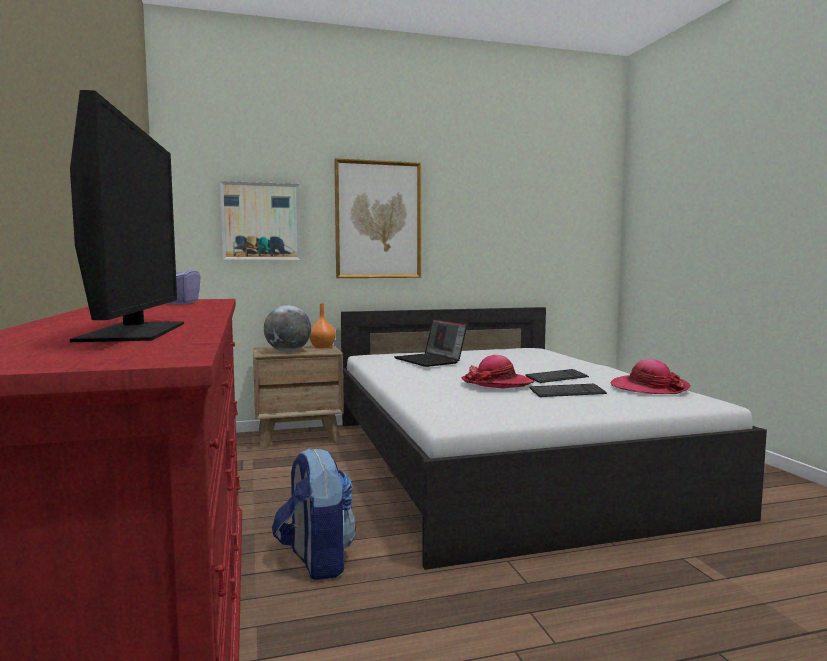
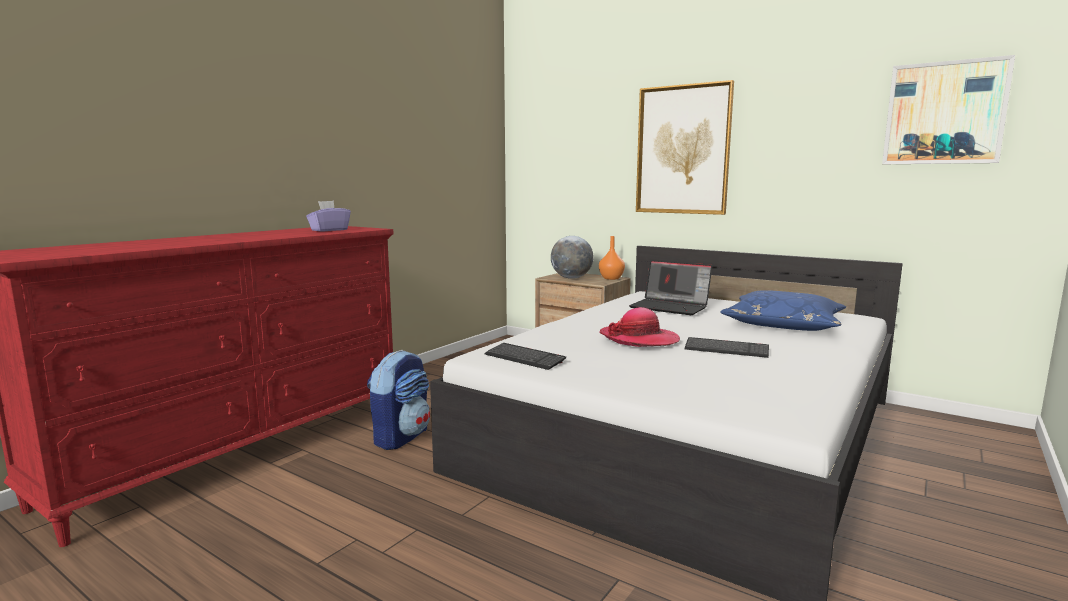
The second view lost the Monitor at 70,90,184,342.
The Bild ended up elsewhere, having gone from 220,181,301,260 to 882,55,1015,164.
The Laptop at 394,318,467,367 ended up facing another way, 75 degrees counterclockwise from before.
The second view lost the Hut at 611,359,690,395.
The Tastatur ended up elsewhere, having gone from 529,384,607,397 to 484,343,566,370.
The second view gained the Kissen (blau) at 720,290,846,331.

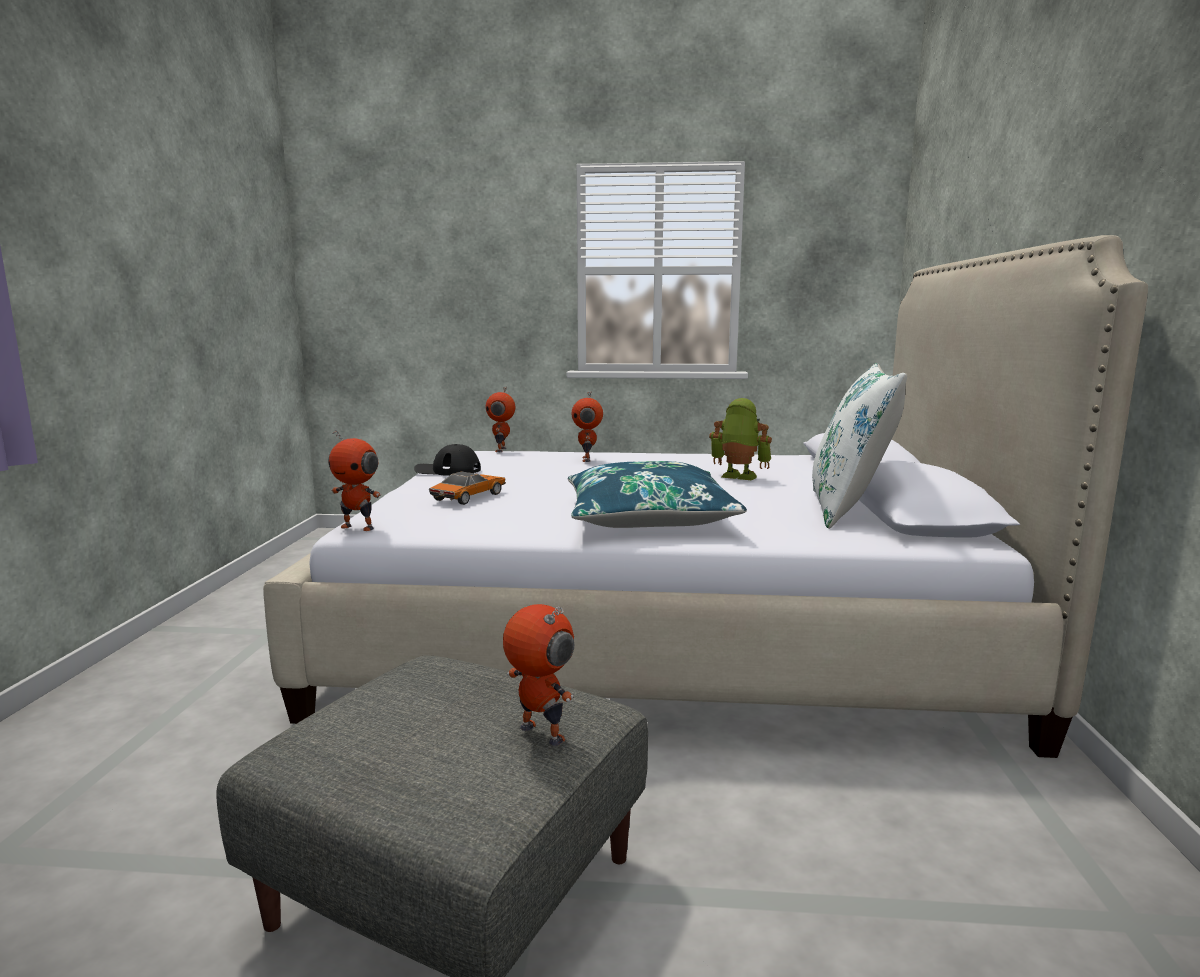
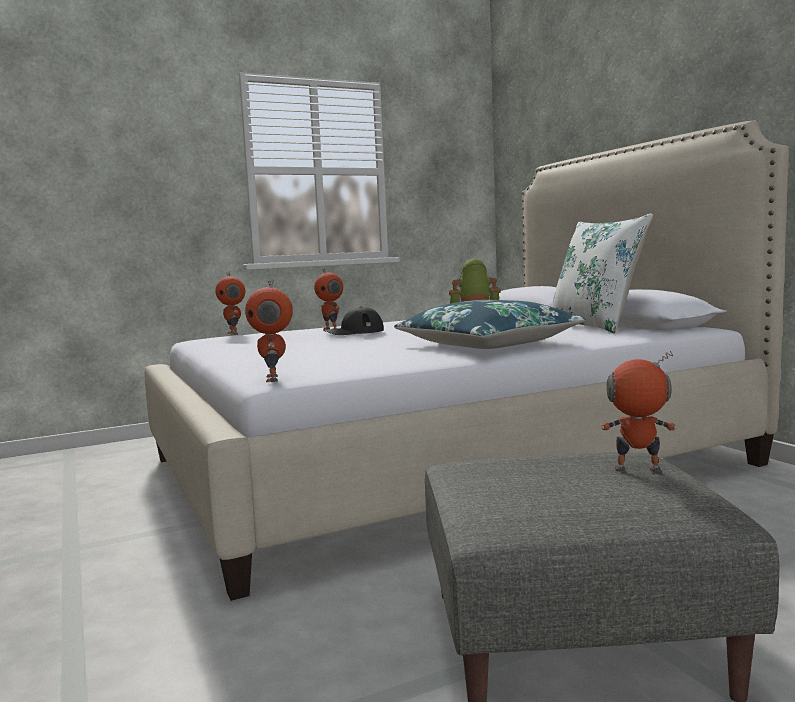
The Spielzeugroboter at 328,430,381,531 ended up facing another way, 90 degrees clockwise from before.
The Kappe (schwarz) ended up elsewhere, having gone from 414,444,481,476 to 324,307,384,335.
The second view lost the Spielzeugauto at 429,472,506,505.

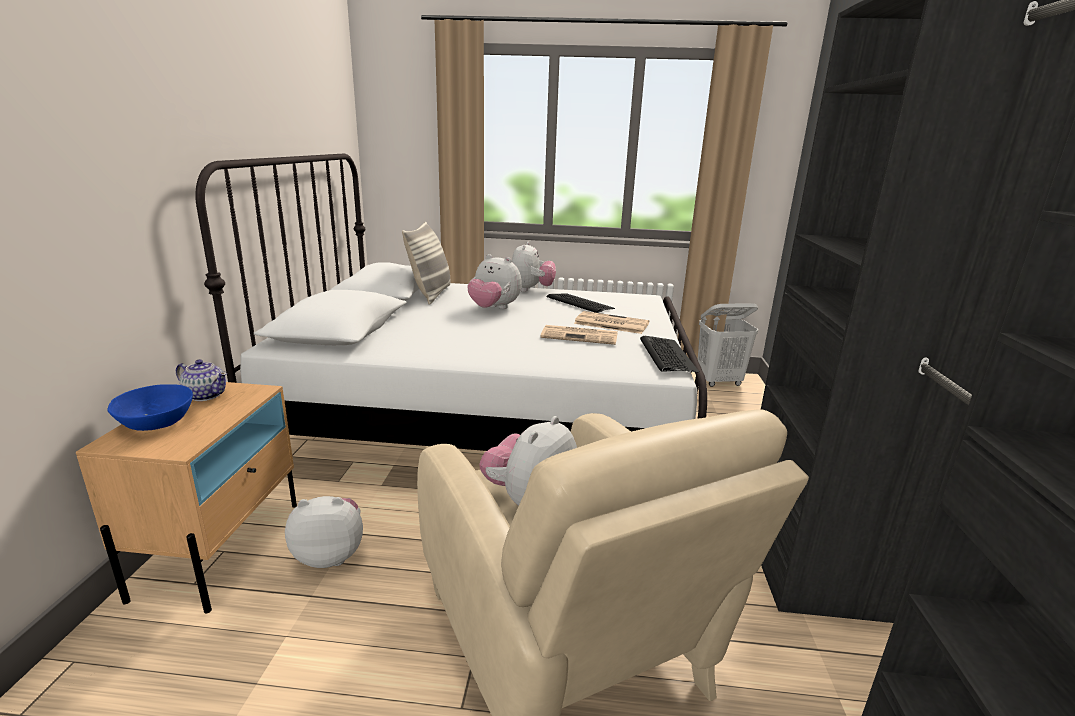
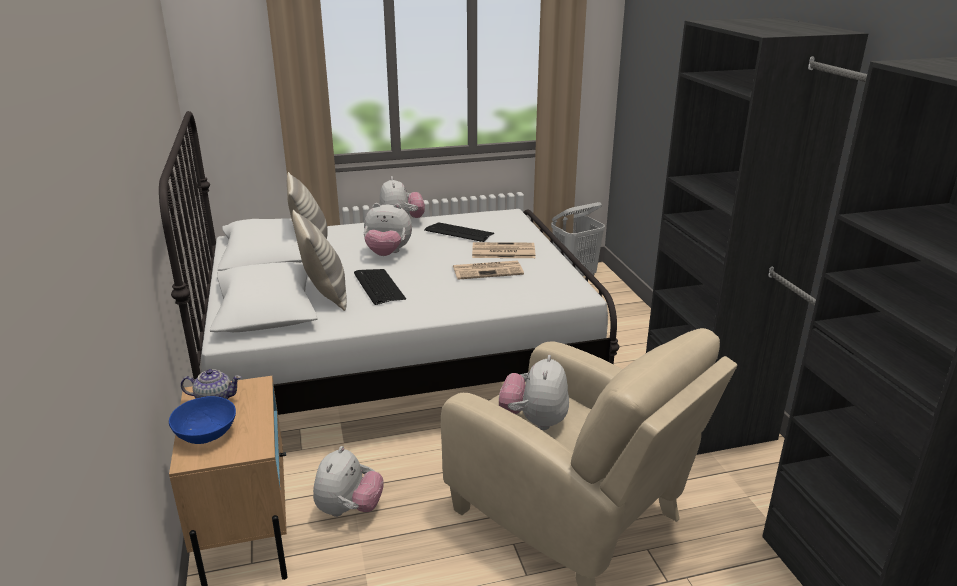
The Tastatur ended up elsewhere, having gone from 640,336,699,373 to 354,269,406,305.
The Plüschtier at 285,496,363,568 ended up facing another way, 135 degrees clockwise from before.
The second view gained the Kissen at 292,210,347,311.

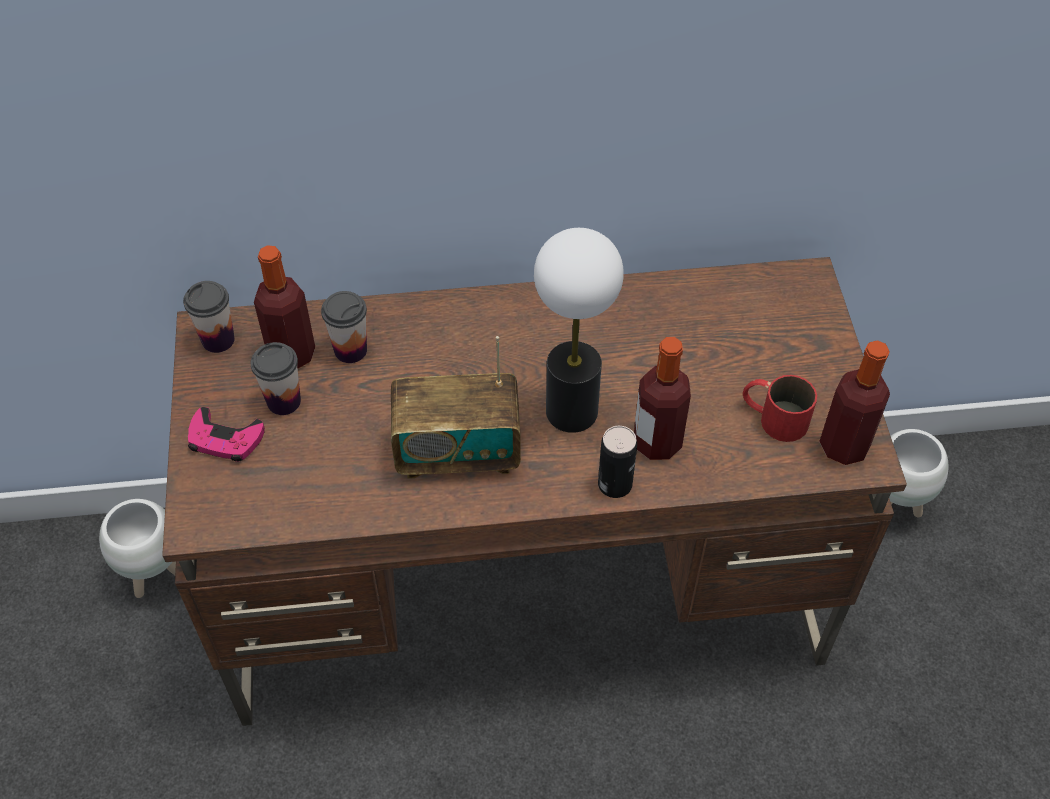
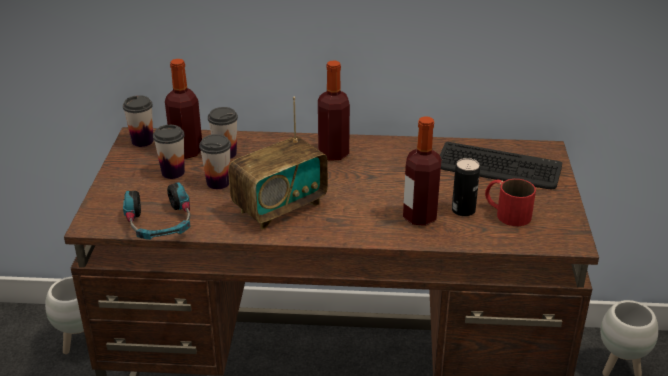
The second view lost the Tischlampe at 534,228,624,433.
The Radio at 391,336,521,479 ended up facing another way, 45 degrees counterclockwise from before.
The Flasche ended up elsewhere, having gone from 819,340,890,465 to 318,60,350,161.
The second view lost the Gamepad (rosa) at 188,407,265,462.
The Dose ended up elsewhere, having gone from 598,426,637,498 to 452,158,480,217.
The second view gained the Tasse at 199,134,231,189.
The second view gained the Tastatur at 440,142,562,189.
The second view gained the Kopfhörer at 123,182,190,240.

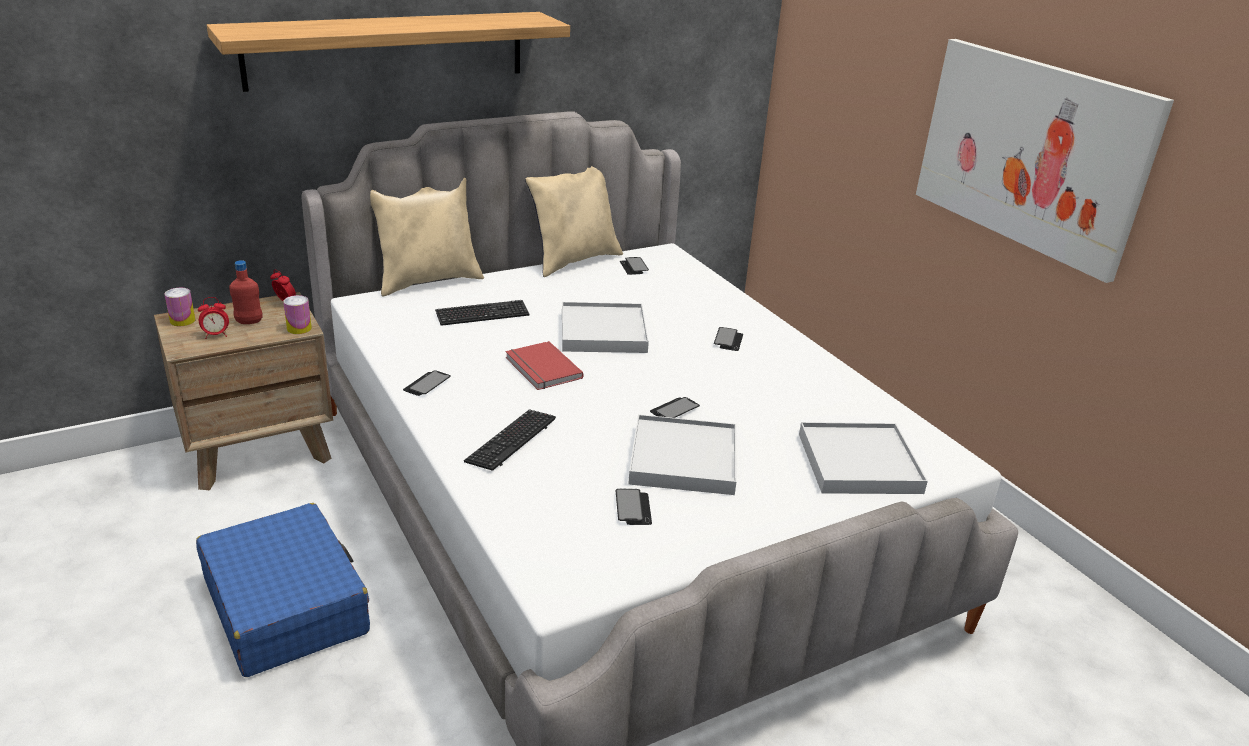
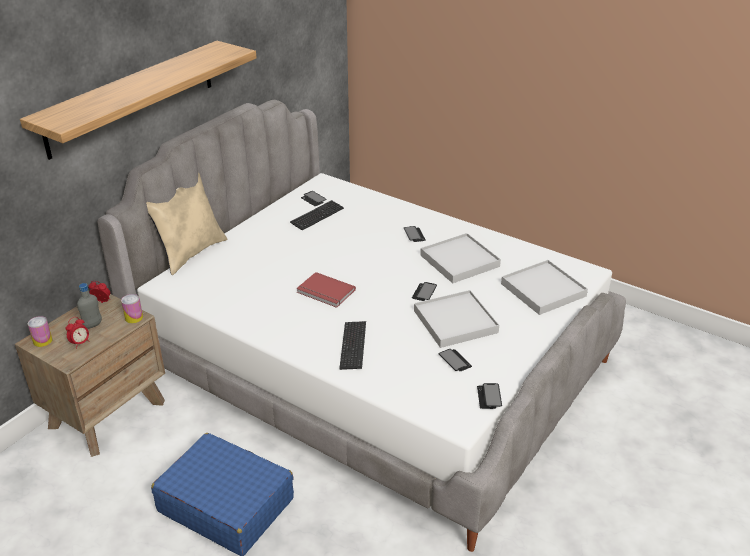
The second view lost the Bild at 916,39,1174,283.
The second view lost the Kissen (beige) at 525,166,623,277.
What was the Flasche (rot) at 229,260,263,324 turned into the Flasche (grau) at 77,283,102,329.
The Tastatur ended up elsewhere, having gone from 435,300,529,326 to 290,200,344,230.
The Tablett (weiß) ended up elsewhere, having gone from 562,302,649,353 to 420,233,501,283.
The Handy ended up elsewhere, having gone from 403,370,451,396 to 477,383,502,409.

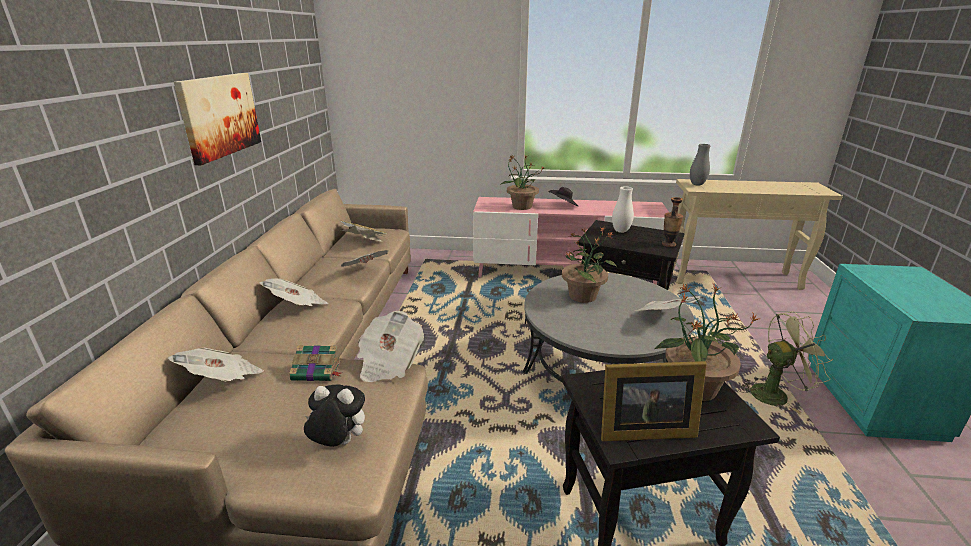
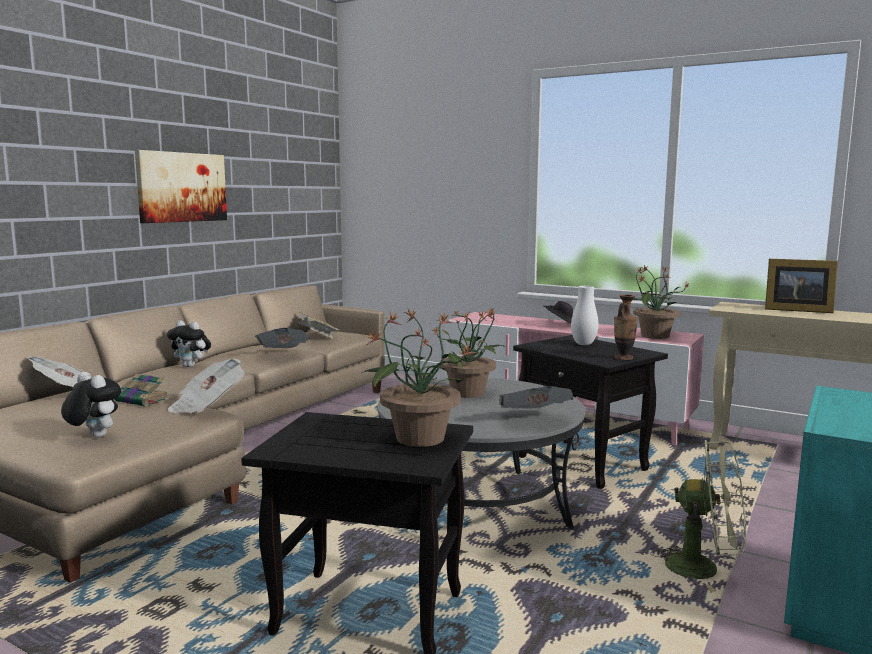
The second view lost the Vase (grau) at 690,144,711,186.
The Topfpflanze ended up elsewhere, having gone from 500,154,544,210 to 634,265,689,339.
Where the Zeitung stood at 259,278,329,306, the Plüschtier came to stand at 167,320,211,367.
The Bilderrahmen ended up elsewhere, having gone from 601,361,707,442 to 765,259,838,313.

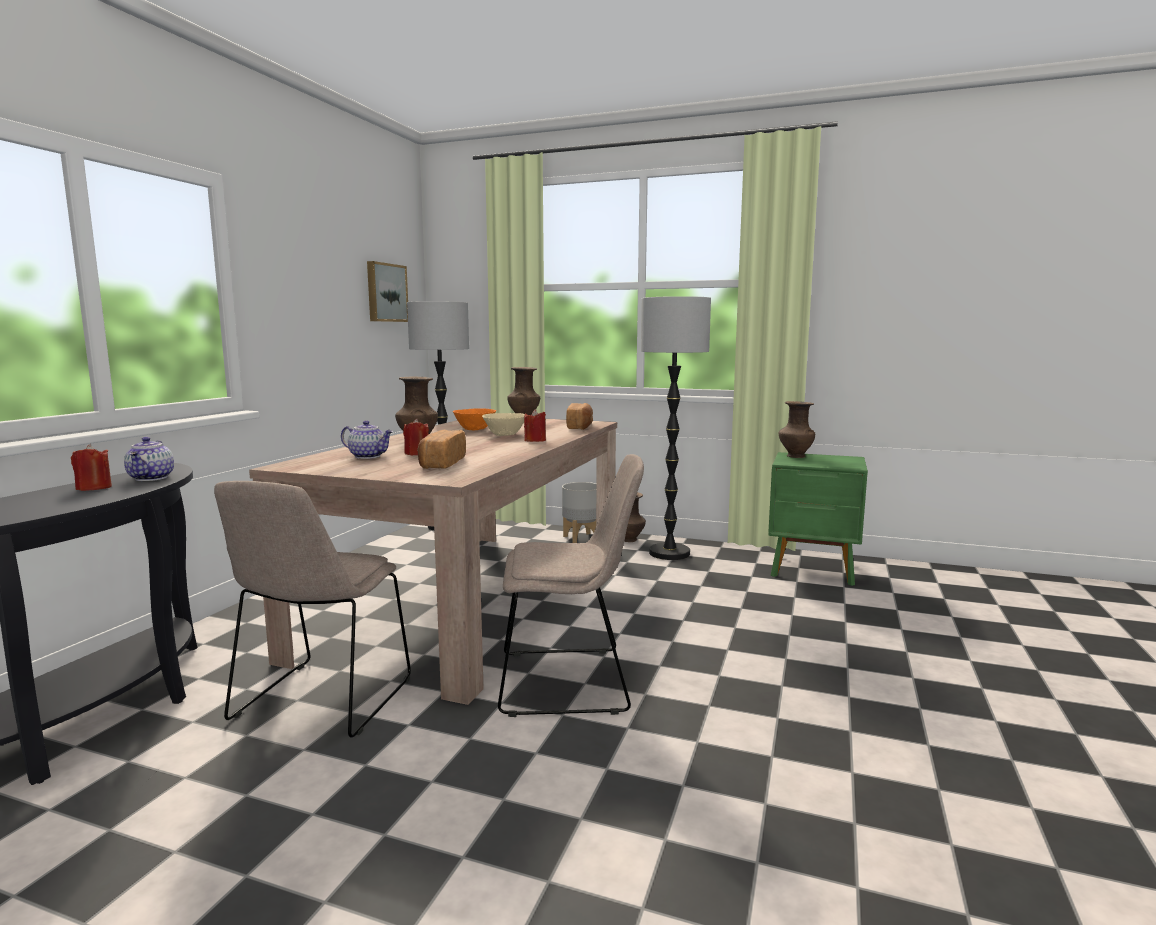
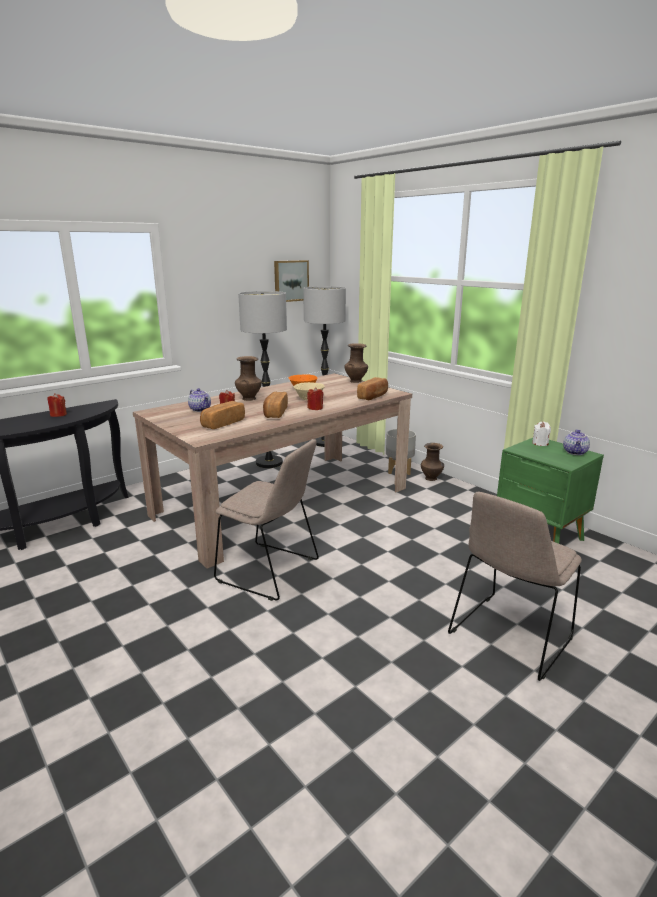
The Stehlampe ended up elsewhere, having gone from 641,296,711,560 to 238,291,287,468.
Where the Vase (braun) stood at 779,401,815,458, the Kerze (weiß) came to stand at 532,422,551,446.
The Teekanne ended up elsewhere, having gone from 124,437,174,481 to 563,429,590,455.
The Stuhl (beige) ended up elsewhere, having gone from 214,481,411,738 to 448,492,582,681.
The second view gained the Brot at 263,392,288,418.

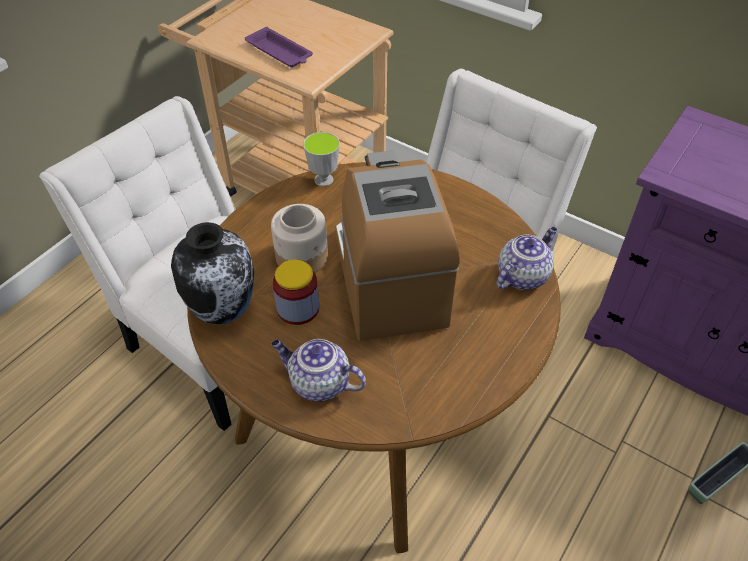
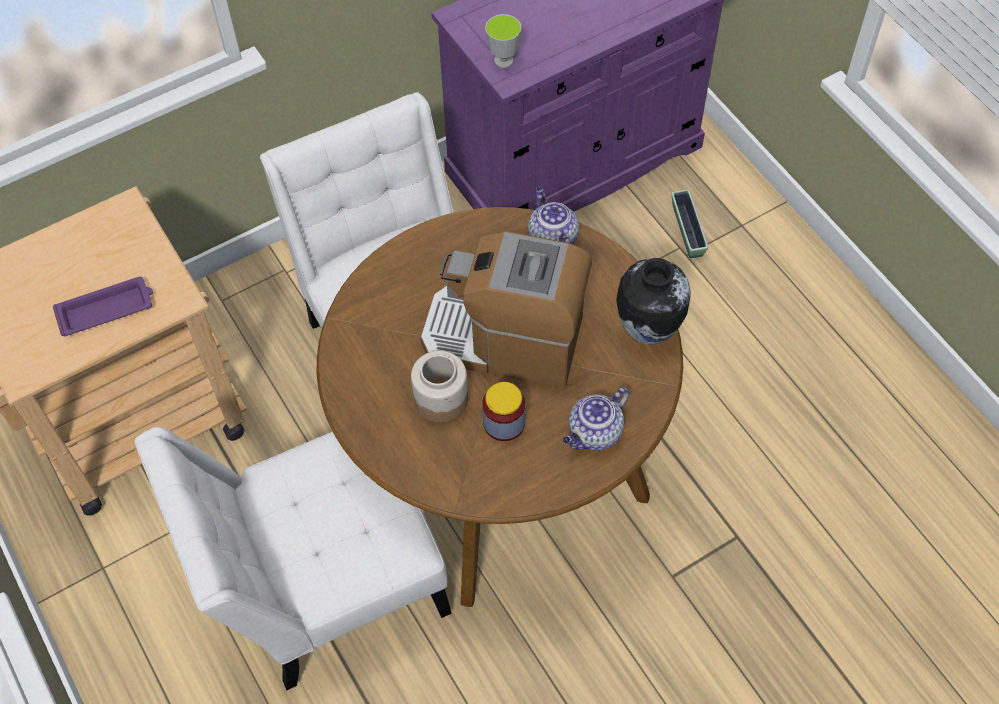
The Tasse ended up elsewhere, having gone from 303,132,340,187 to 485,14,521,68.
The Vase ended up elsewhere, having gone from 171,222,254,324 to 616,258,691,345.

